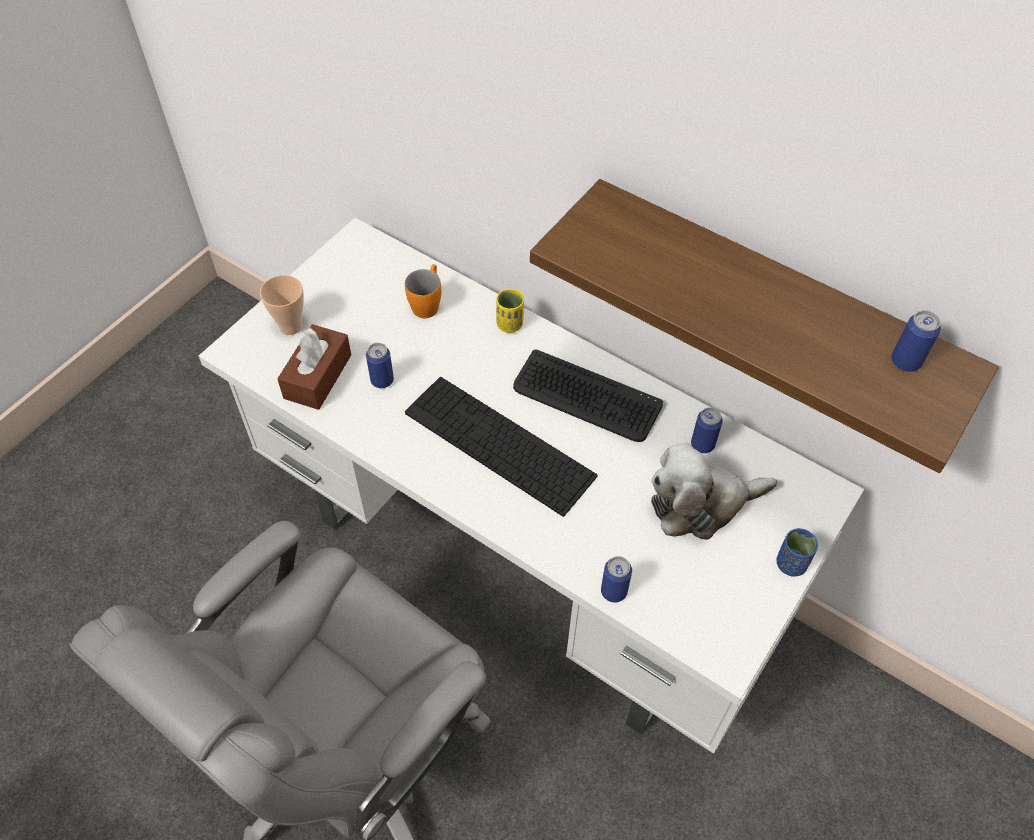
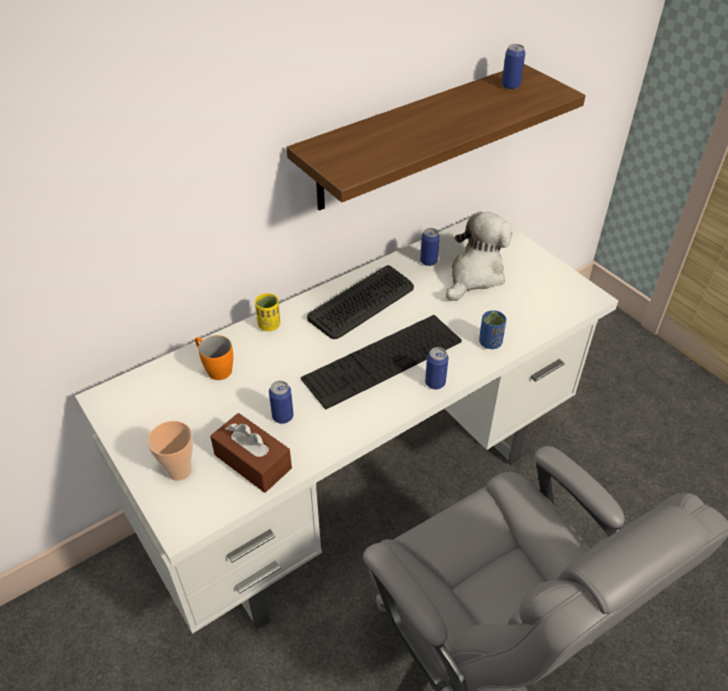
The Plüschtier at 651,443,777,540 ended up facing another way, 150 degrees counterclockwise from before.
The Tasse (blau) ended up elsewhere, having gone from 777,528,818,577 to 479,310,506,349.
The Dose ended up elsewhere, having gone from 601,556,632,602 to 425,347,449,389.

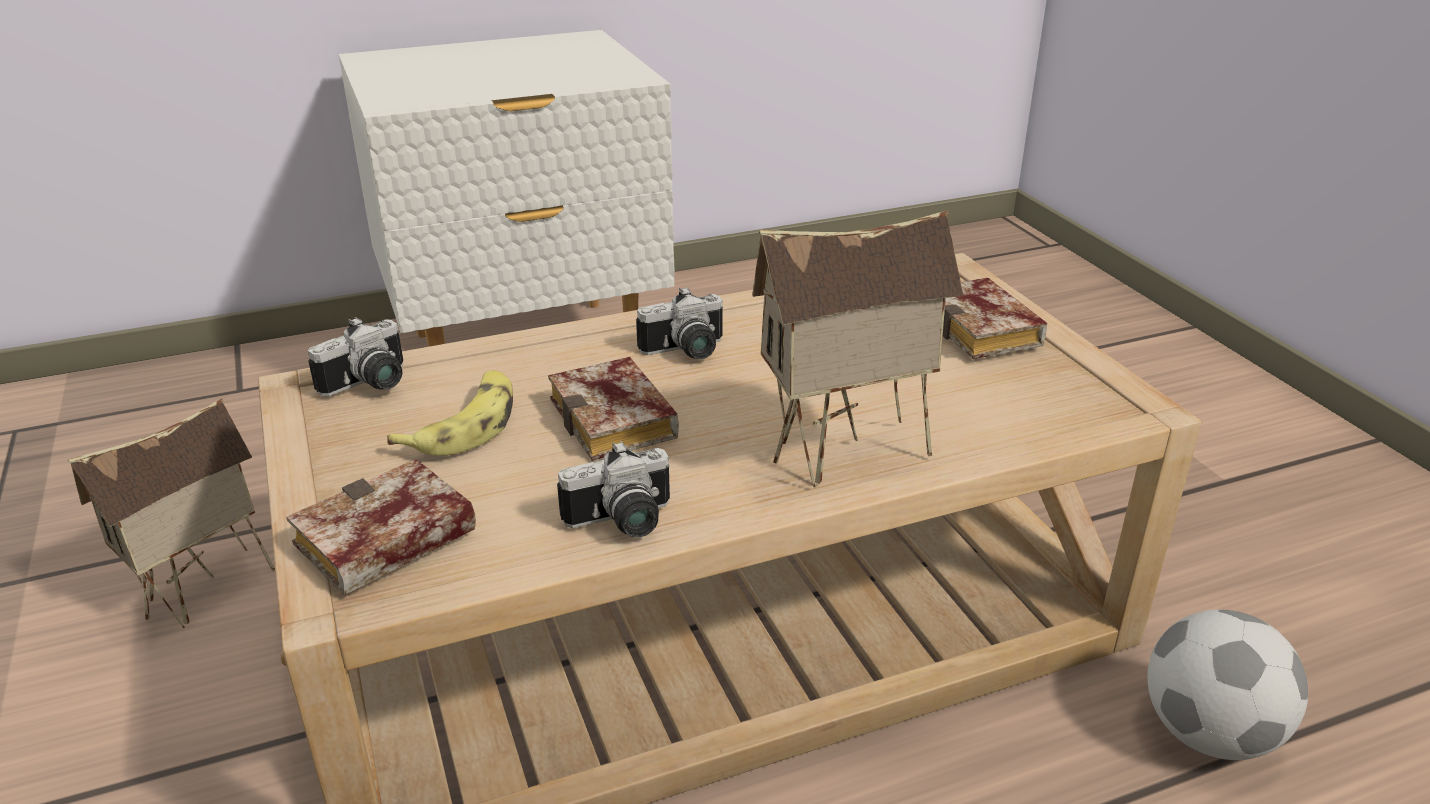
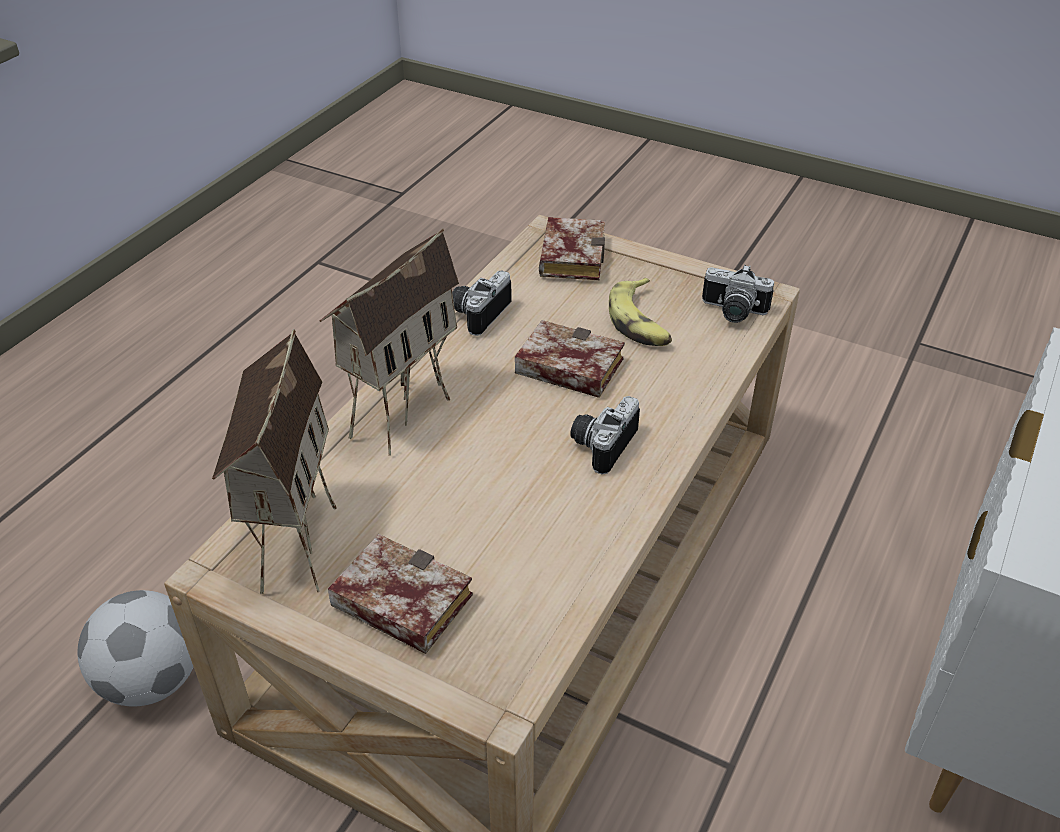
The Kamera at 308,317,403,397 ended up facing another way, 75 degrees counterclockwise from before.
The Spielzeughaus ended up elsewhere, having gone from 68,398,275,628 to 212,330,337,594.

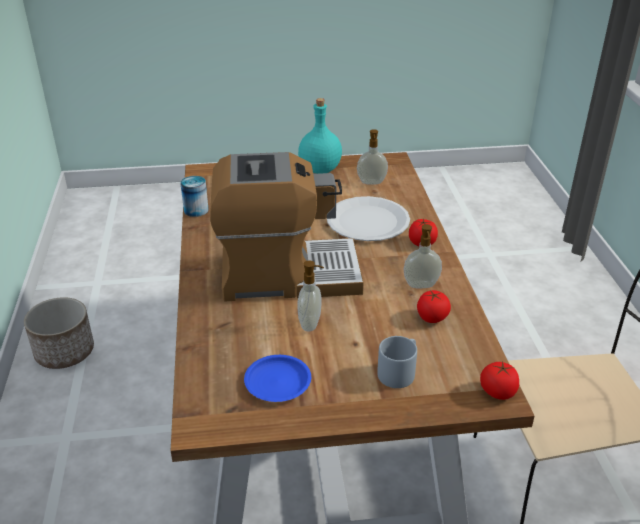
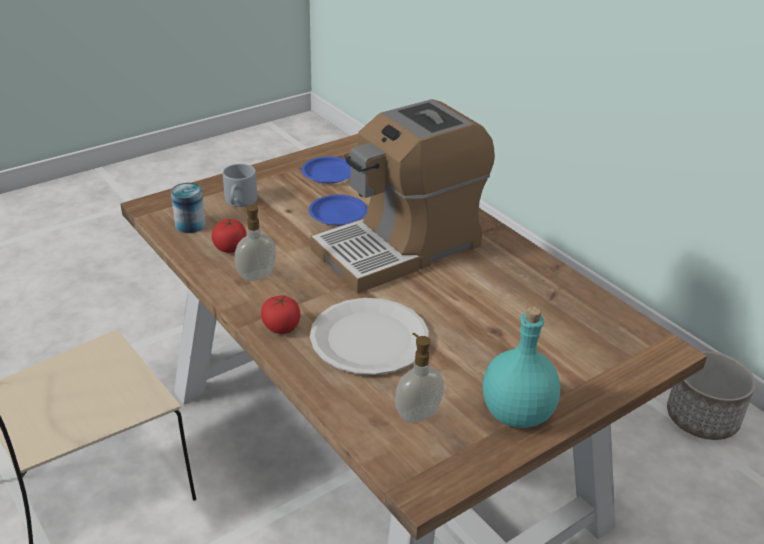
The Dose ended up elsewhere, having gone from 180,176,209,217 to 171,183,206,233.
Where the Seifenspender stood at 297,260,324,331, the Teller (blau) came to stand at 309,195,367,225.
The second view lost the Tomate at 480,361,519,400.

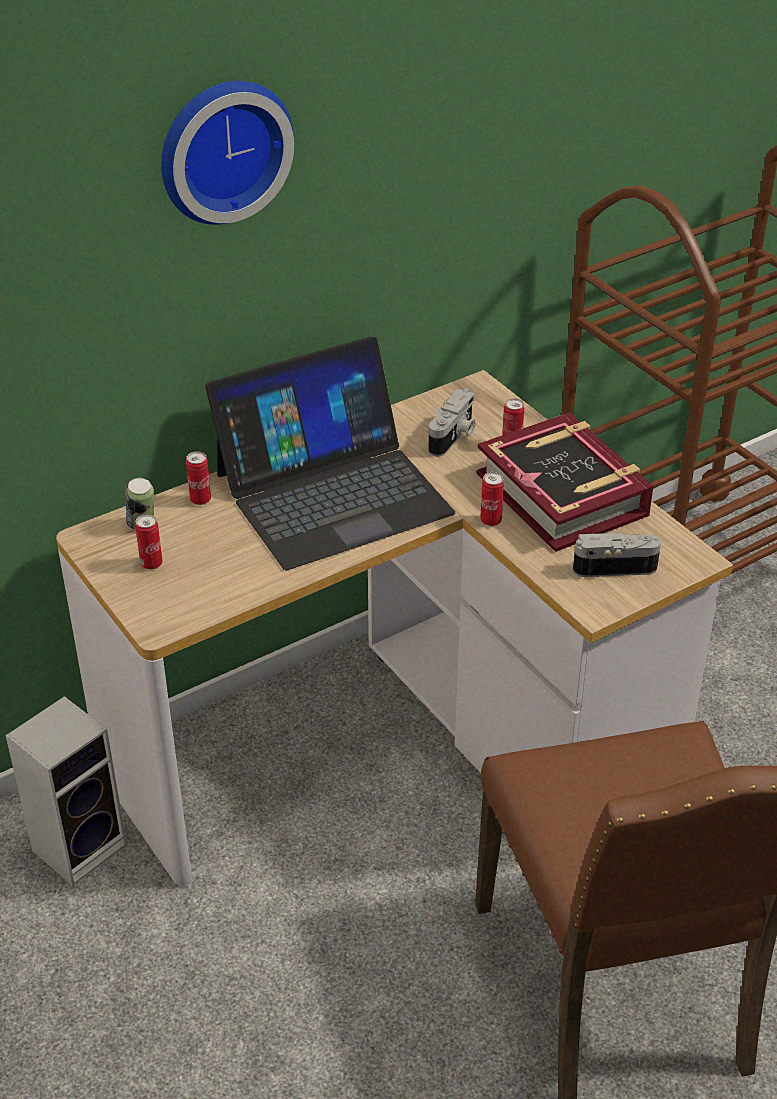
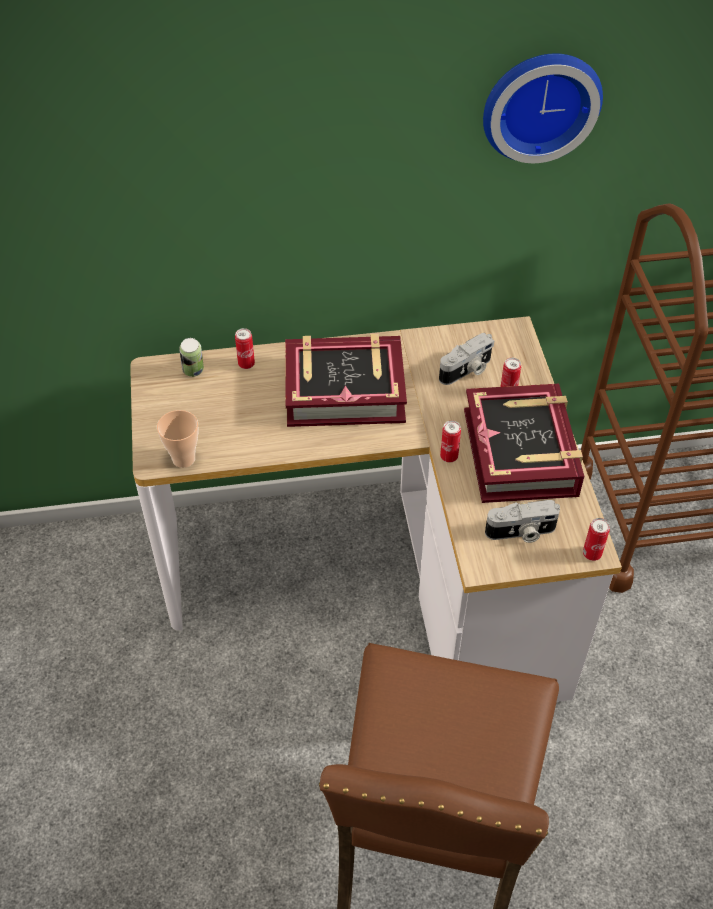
The Wanduhr ended up elsewhere, having gone from 161,81,294,225 to 483,53,603,163.
Where the Laptop stood at 205,336,455,570, the Buch came to stand at 285,334,407,427.
The Dose ended up elsewhere, having gone from 135,514,163,570 to 583,518,610,561.
The Kamera at 573,533,661,577 ended up facing another way, 150 degrees clockwise from before.
The second view lost the Lautsprecher at 6,696,127,886.
The second view gained the Tasse at 157,410,198,468.

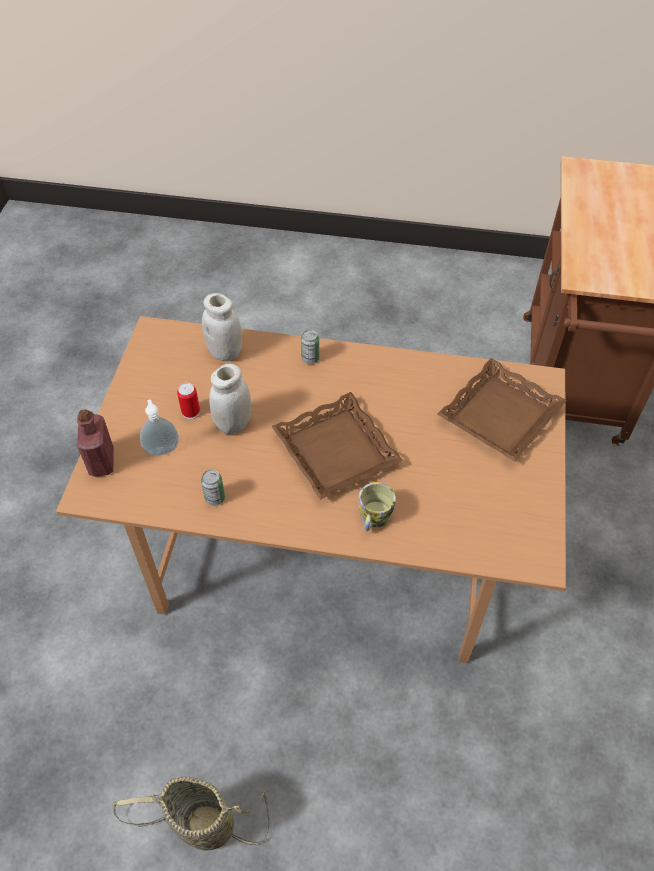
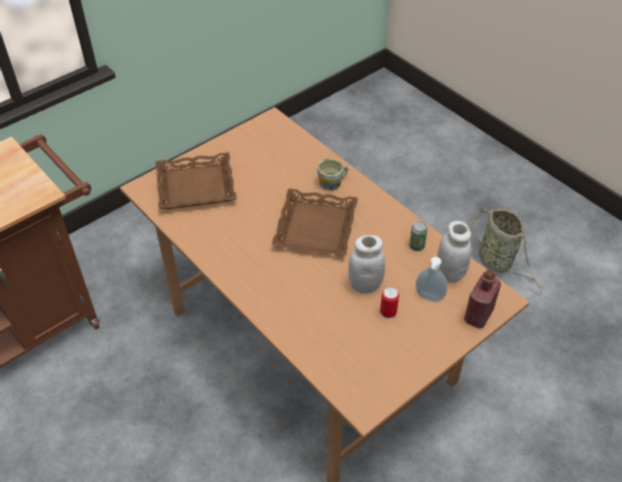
The Vorratsglas (weiß) ended up elsewhere, having gone from 202,293,242,361 to 437,221,471,283.
The second view lost the Dose at 301,330,319,364.

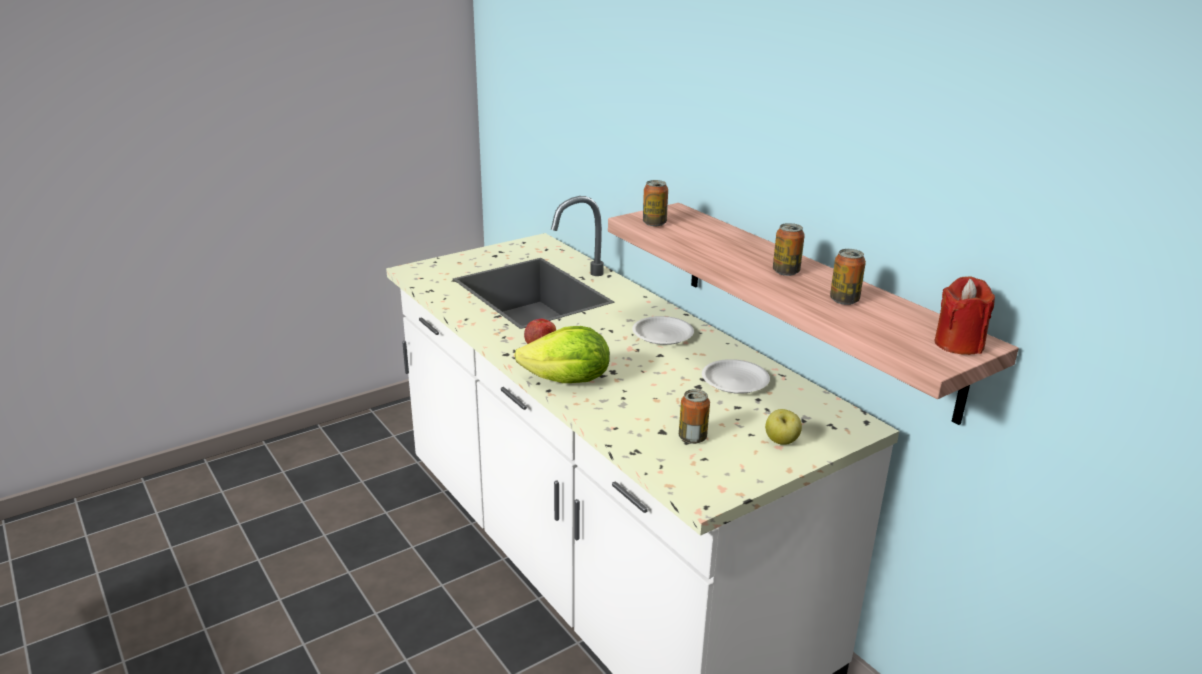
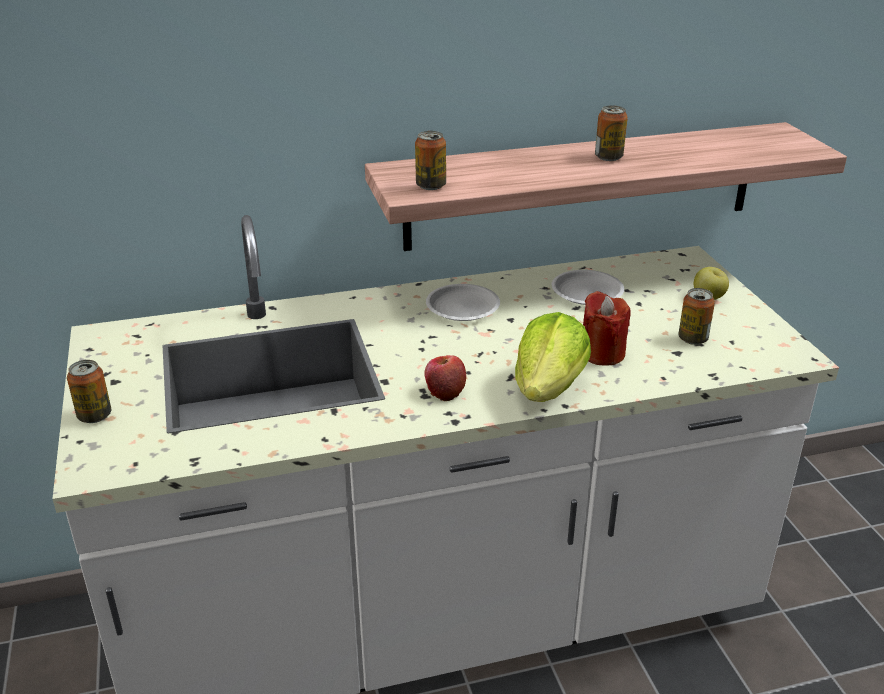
The Dose ended up elsewhere, having gone from 830,249,866,305 to 67,360,111,423.
The Kerze (rot) ended up elsewhere, having gone from 935,276,995,355 to 583,291,631,366.

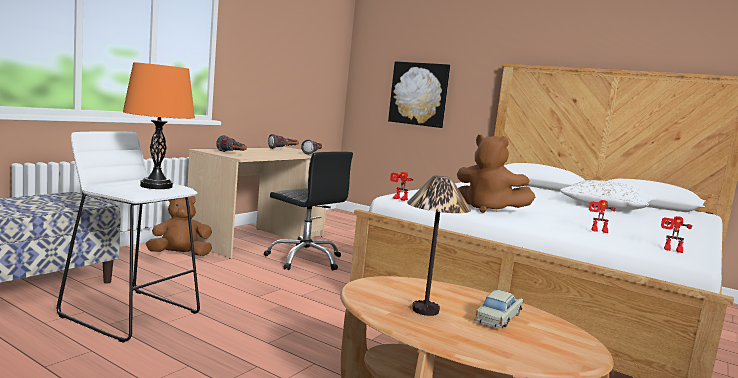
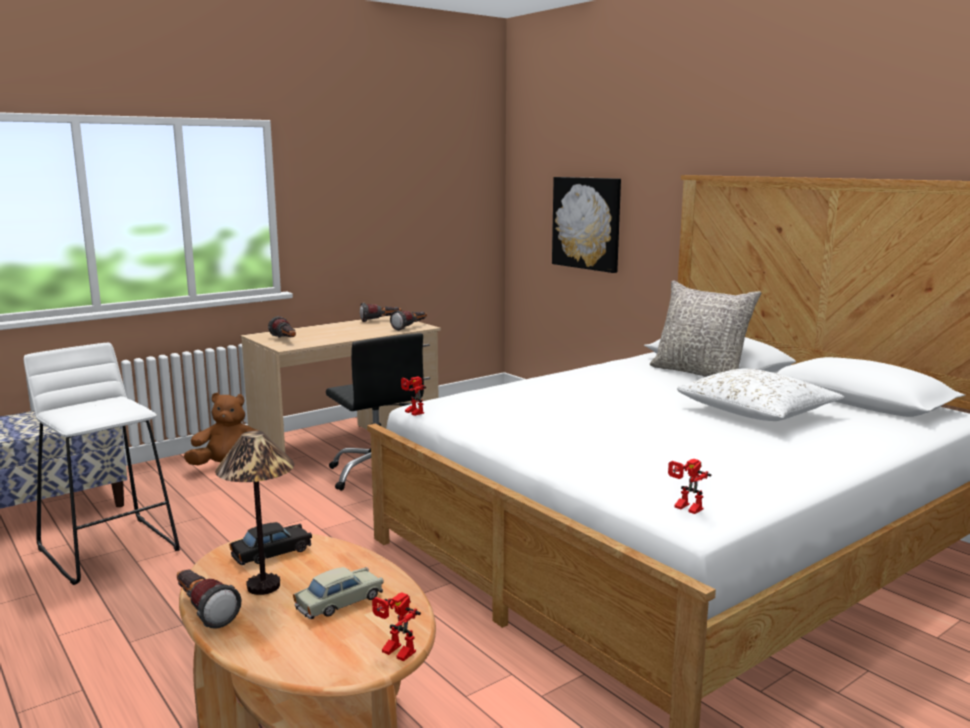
The second view lost the Tischlampe (orange) at 123,62,195,189.
The second view lost the Plüschtier (braun) at 457,135,535,213.
The Spielzeugroboter ended up elsewhere, having gone from 589,200,615,233 to 372,592,421,661.
The second view gained the Kissen (grau) at 650,280,761,377.
The second view gained the Spielzeugauto (schwarz) at 229,522,312,565.
The second view gained the Taschenlampe at 177,569,241,629.

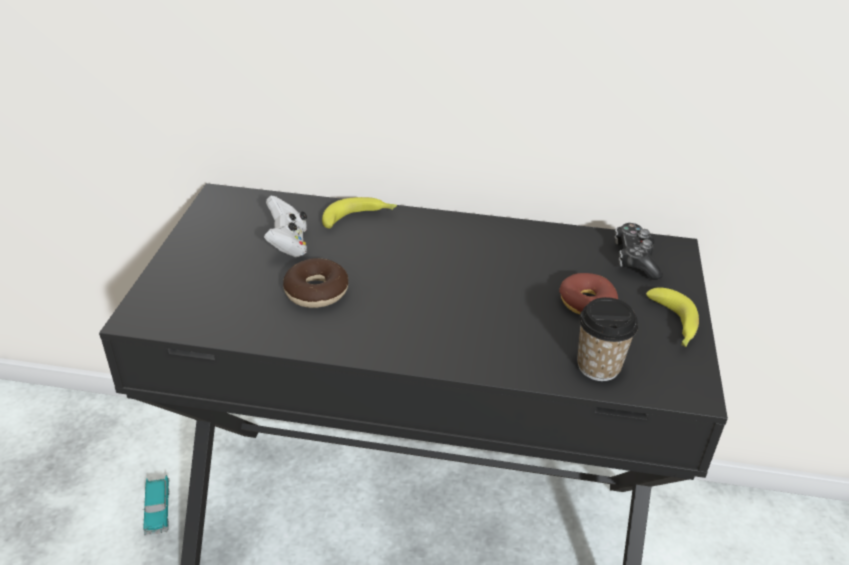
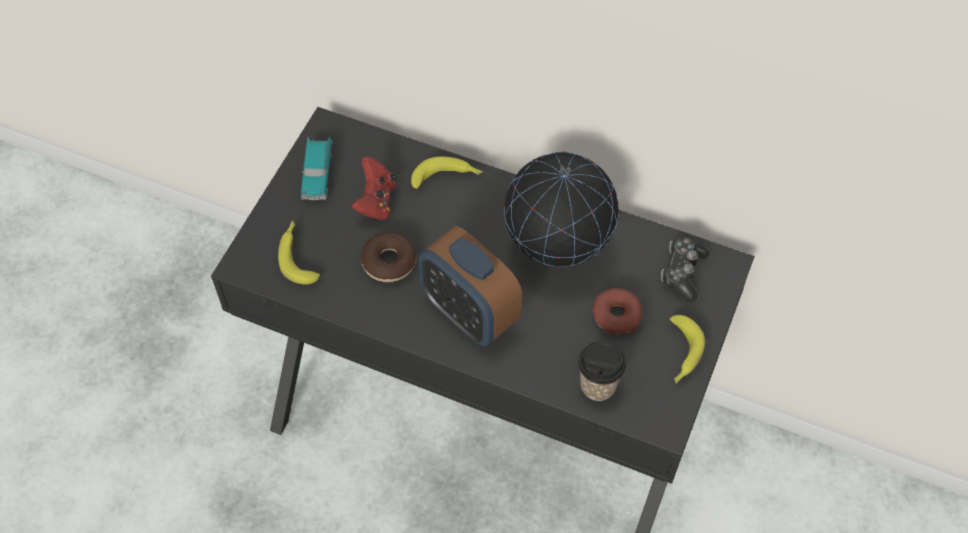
What was the Gamepad (weiß) at 264,196,307,257 turned into the Gamepad (rot) at 352,156,396,220.
The Spielzeugauto ended up elsewhere, having gone from 143,475,169,536 to 301,137,333,200.
The second view gained the Globus at 503,151,619,267.
The second view gained the Banane at 278,221,320,284.
The second view gained the Wecker at 419,226,522,346.

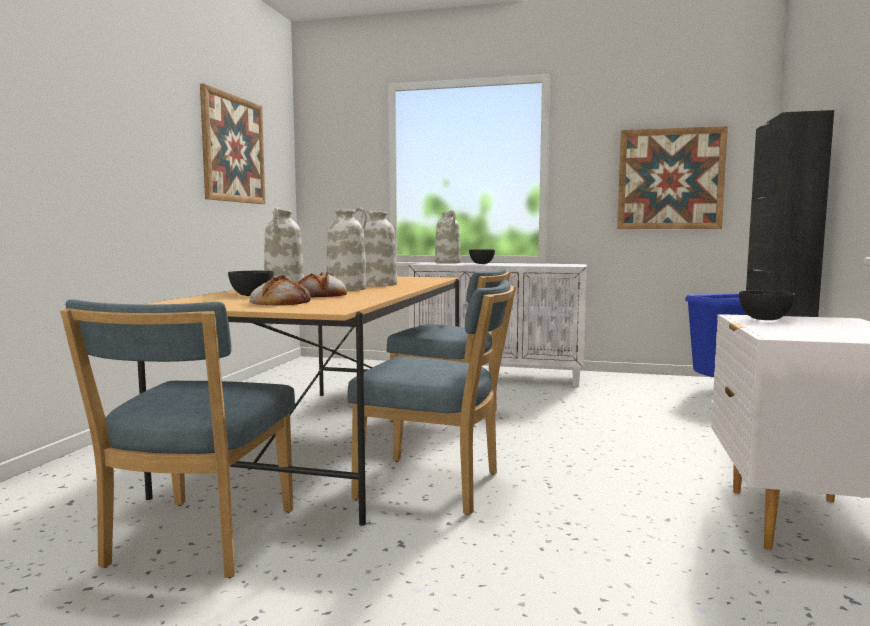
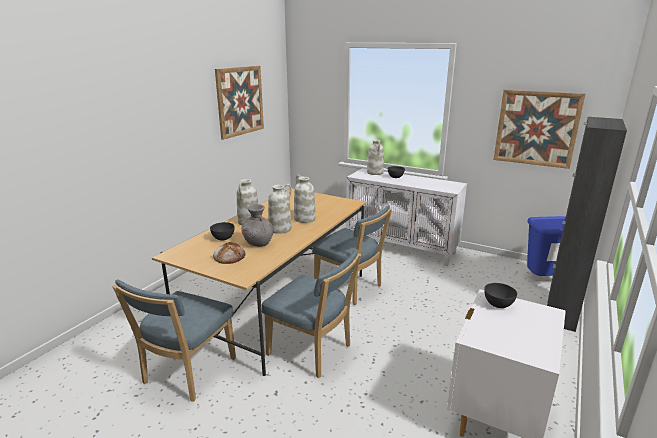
Where the Brot stood at 299,272,347,297, the Vase (grau) came to stand at 241,204,273,247.

